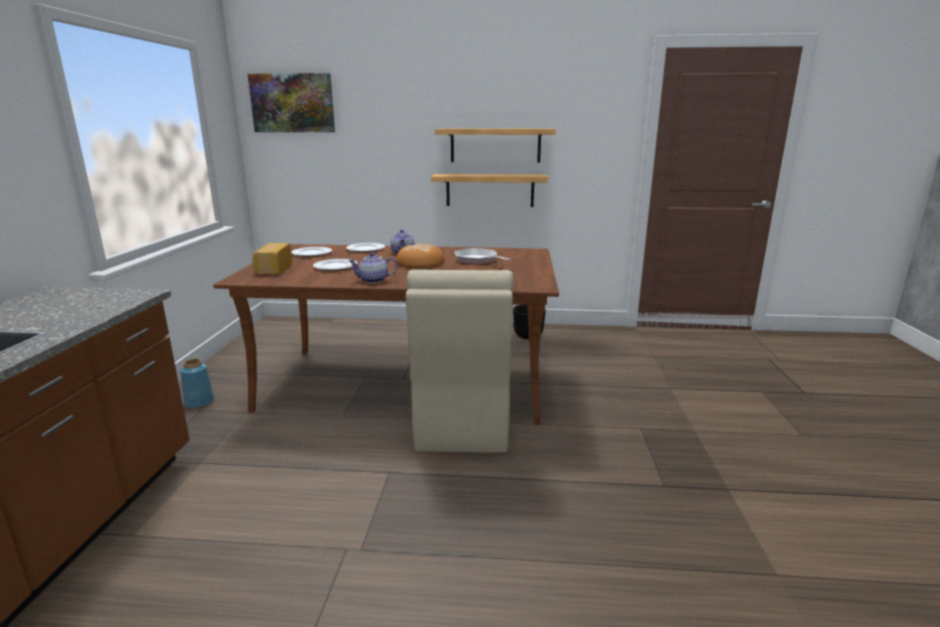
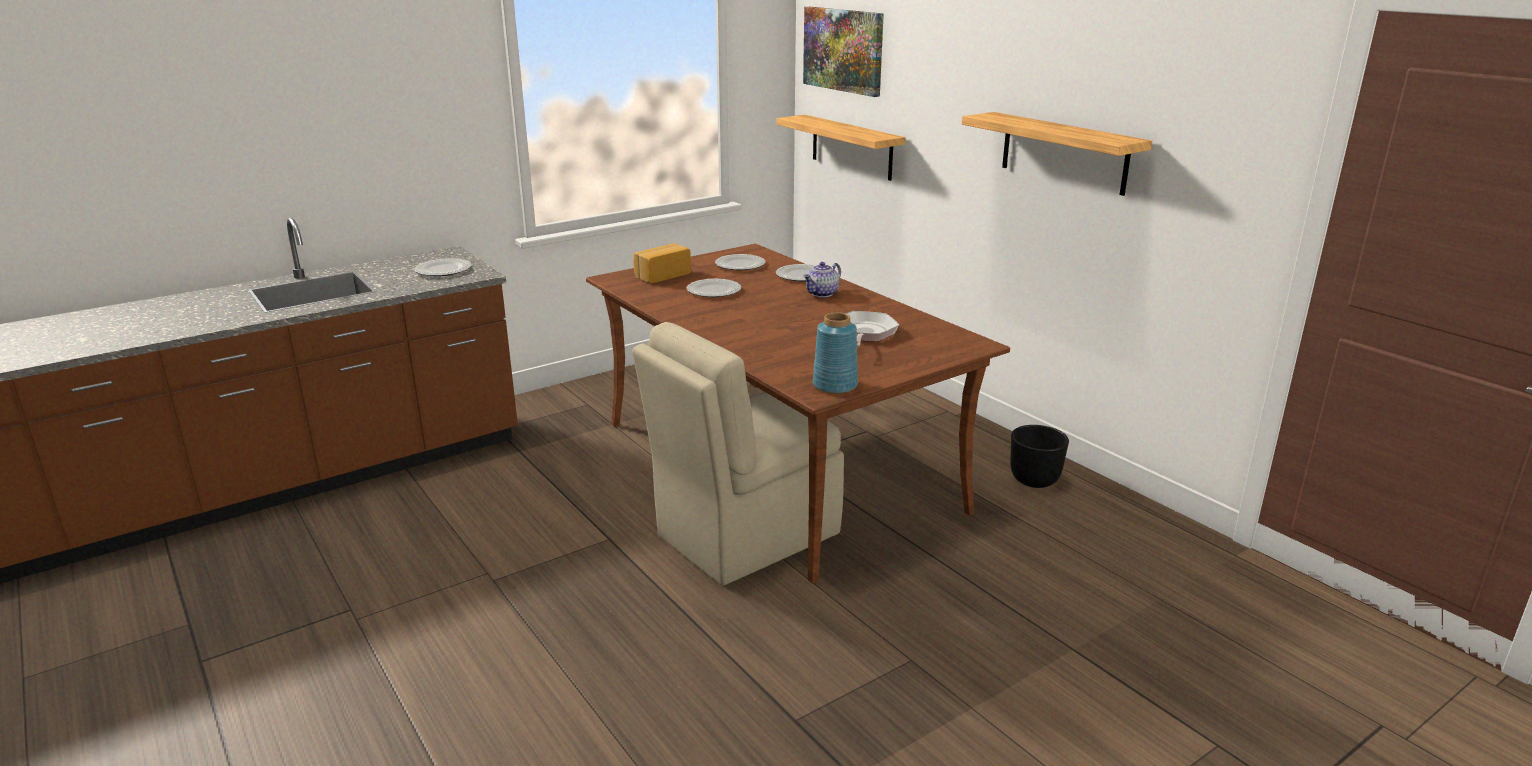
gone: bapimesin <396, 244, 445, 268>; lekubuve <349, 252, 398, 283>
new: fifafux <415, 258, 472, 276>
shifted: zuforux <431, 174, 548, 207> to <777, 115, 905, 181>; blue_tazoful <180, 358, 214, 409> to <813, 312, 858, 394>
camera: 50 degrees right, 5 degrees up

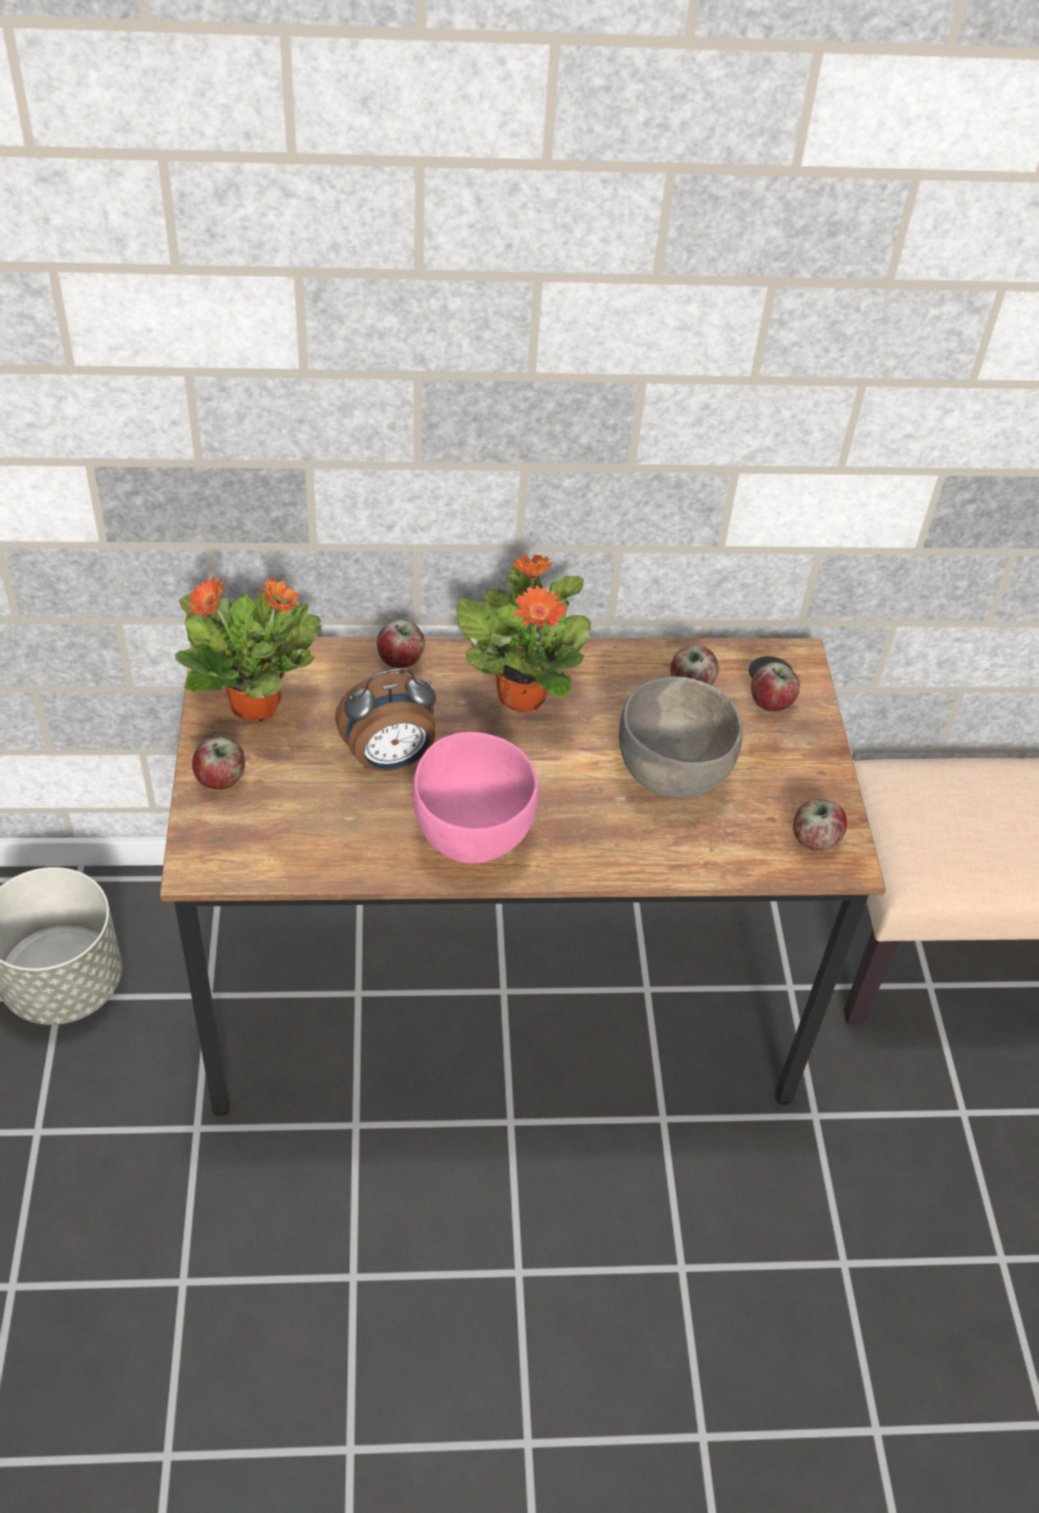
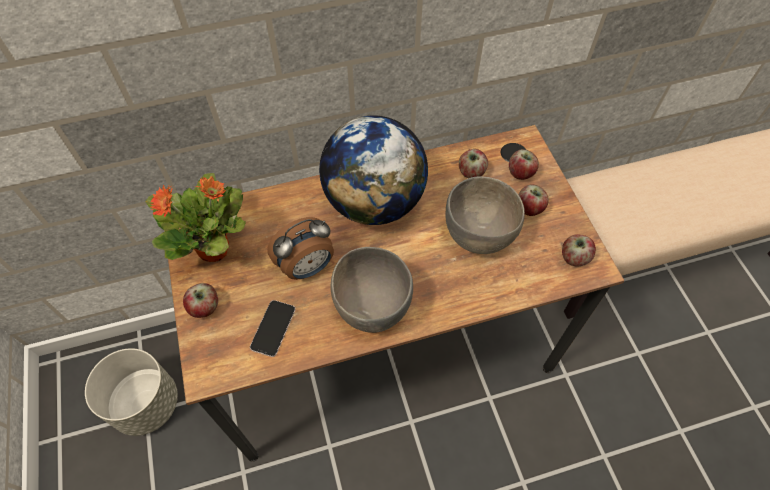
new: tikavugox <250, 300, 296, 357>
shifted: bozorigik <377, 619, 425, 668> to <519, 184, 549, 216>
swapped: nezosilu <456, 555, 591, 712> to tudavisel <319, 115, 428, 225>
repainted: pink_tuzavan <412, 732, 539, 864> to grey_tuzavan <331, 247, 413, 333>
camera: 10 degrees left, 10 degrees up

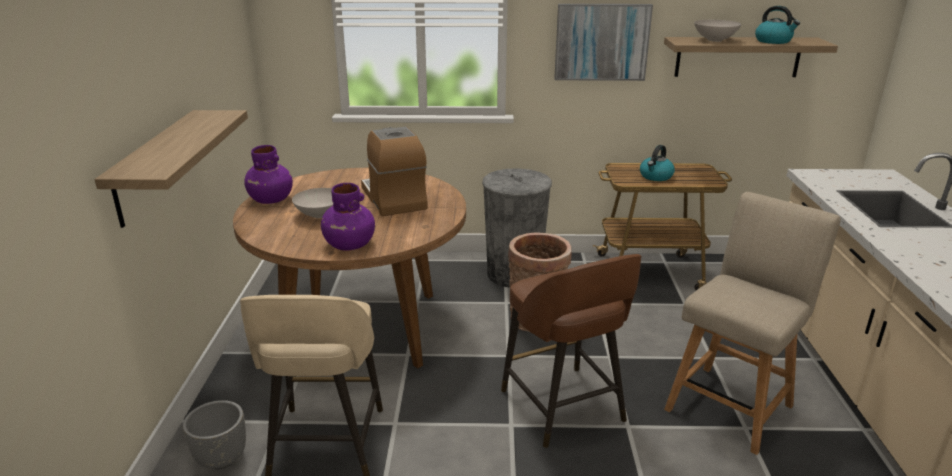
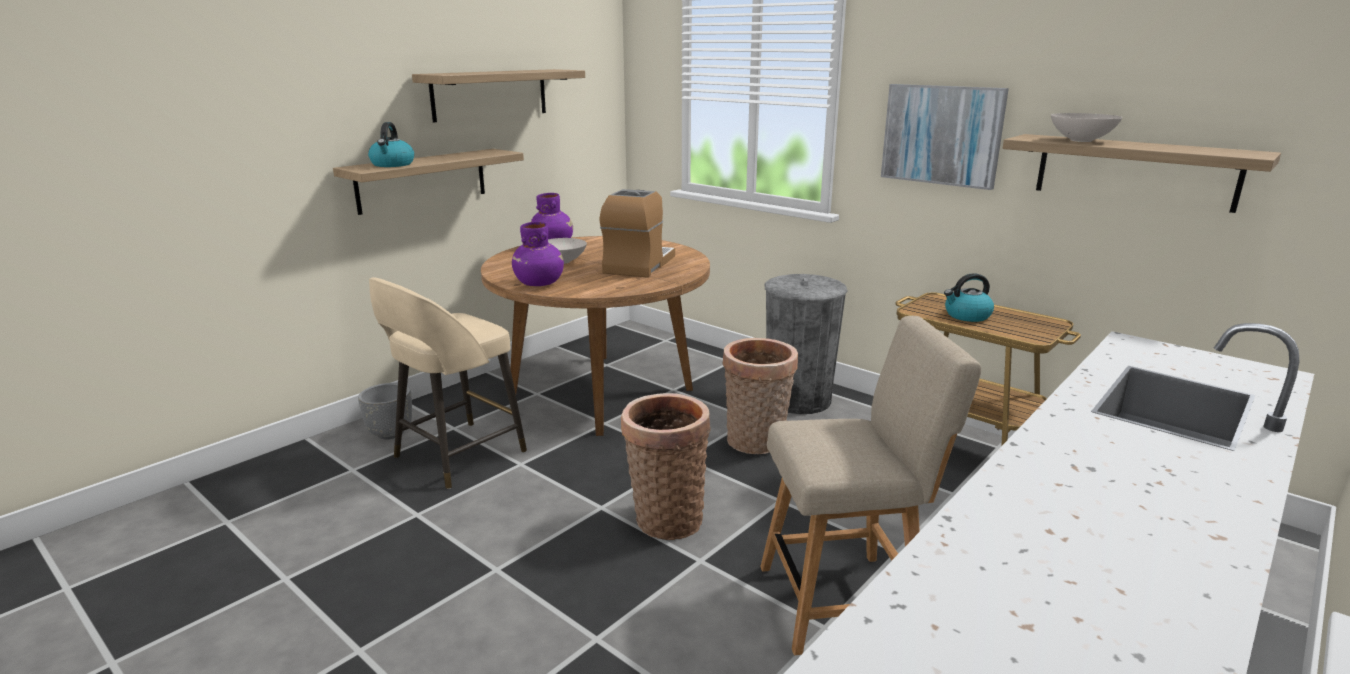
new: zuforux <412, 69, 585, 123>
shifted: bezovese <755, 6, 800, 44> to <368, 122, 414, 167>
swapped: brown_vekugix <501, 254, 642, 448> to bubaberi <621, 393, 711, 540>
camera: 40 degrees right, 5 degrees down

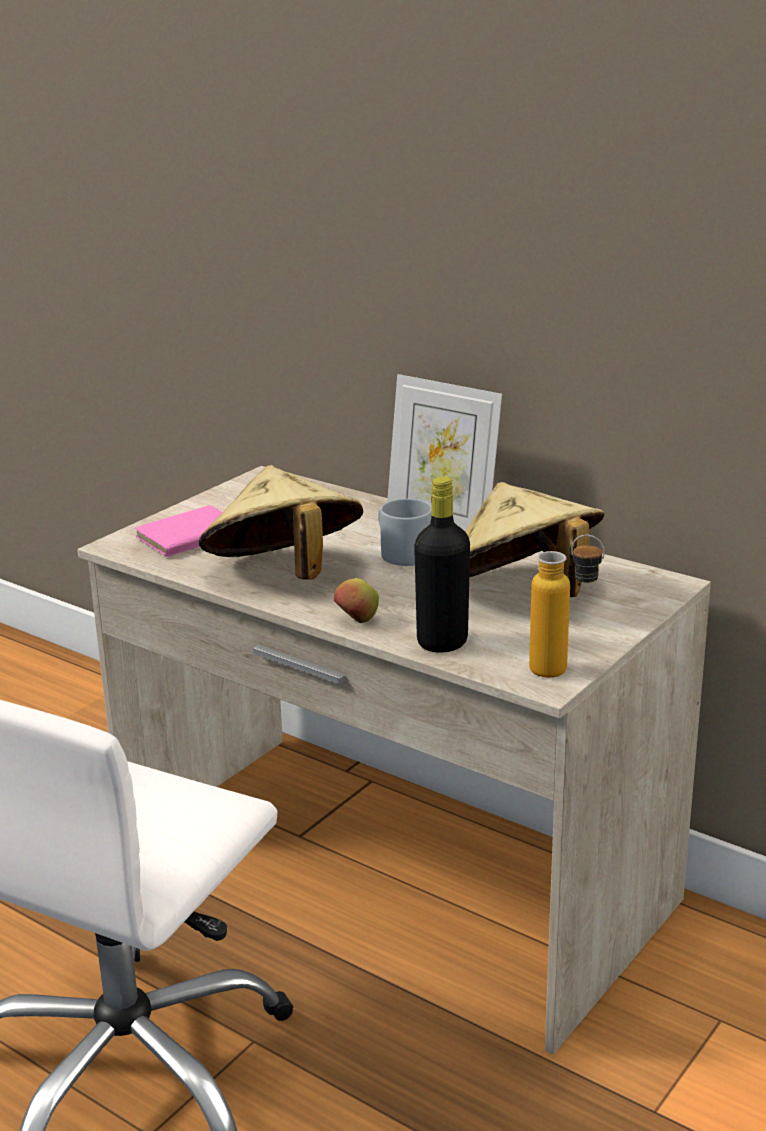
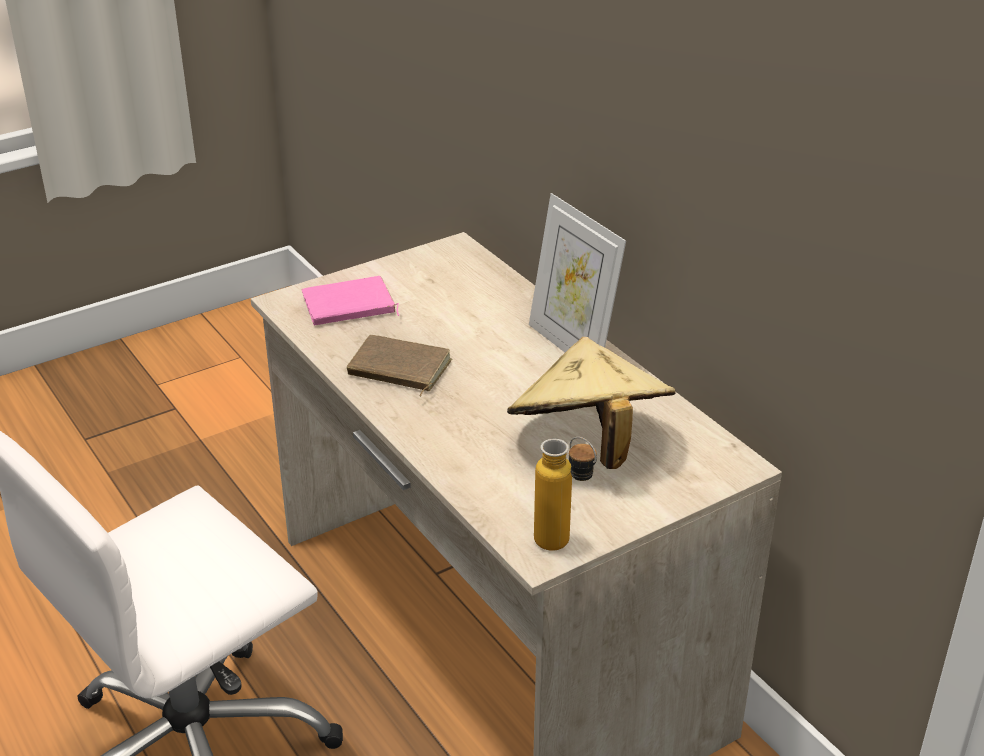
gone: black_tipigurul <414, 476, 470, 653>; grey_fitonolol <378, 499, 432, 566>; bozorigik <334, 578, 379, 623>
swapped: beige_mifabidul <199, 465, 363, 580> to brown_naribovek <347, 335, 452, 396>
camera: 20 degrees right, 10 degrees up

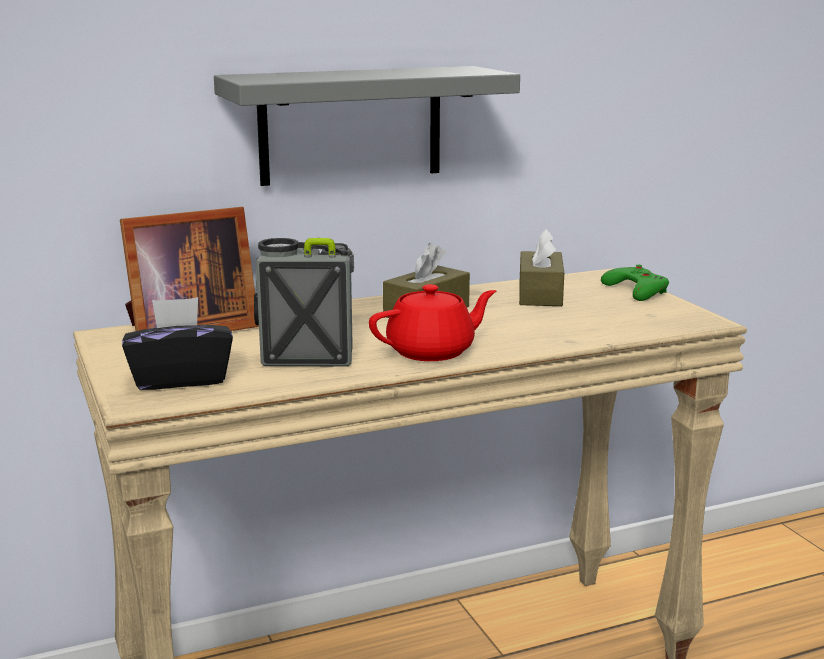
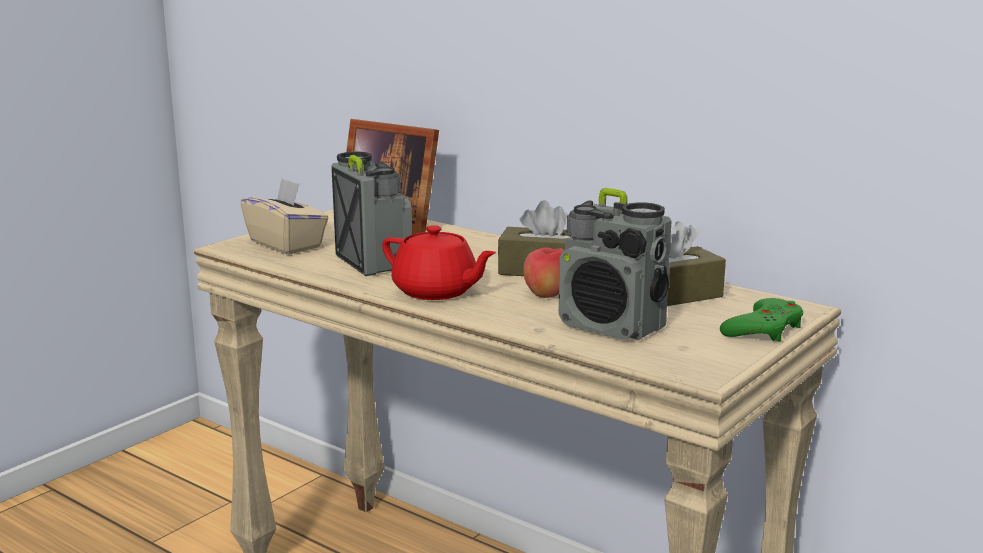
gone: grey_zuforux <214, 66, 520, 186>
new: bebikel <558, 188, 671, 340>; bozorigik <523, 248, 564, 298>
repainted: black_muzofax <122, 297, 233, 390> to beige_muzofax <240, 178, 328, 255>
camera: 60 degrees right, 0 degrees up

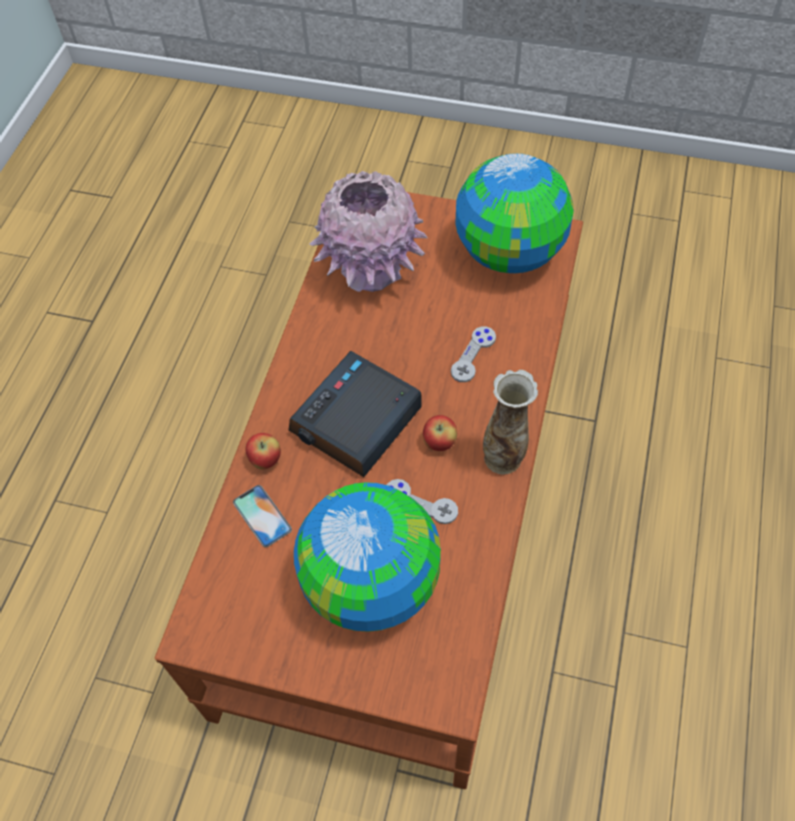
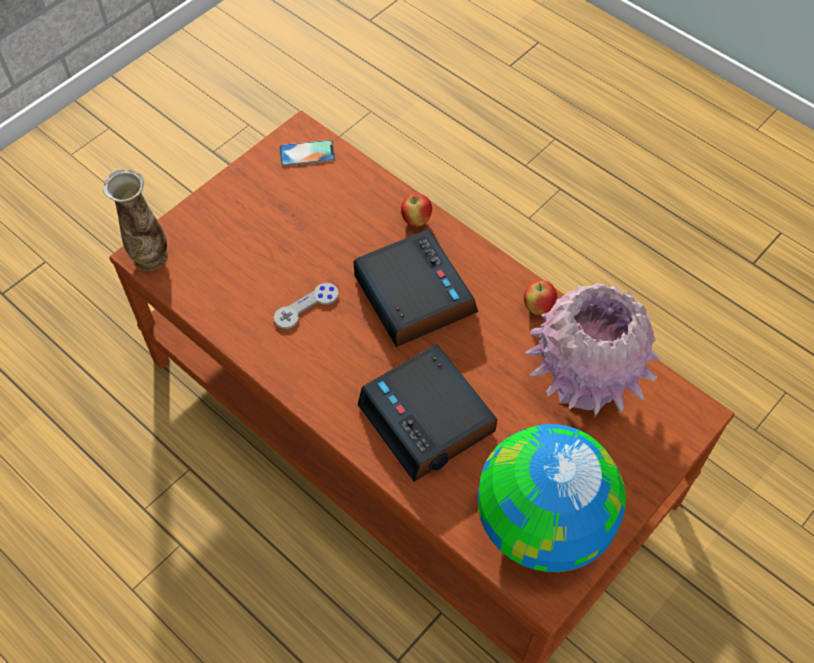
gone: tudavisel <294, 482, 441, 632>
shifted: tazoful <483, 370, 538, 475> to <103, 169, 168, 271>; bozorigik <423, 415, 457, 451> to <524, 280, 557, 315>; tikavugox <233, 485, 292, 547> to <279, 140, 335, 166>
swapped: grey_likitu <451, 327, 496, 382> to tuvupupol <358, 344, 498, 482>
camera: 115 degrees right, 0 degrees up

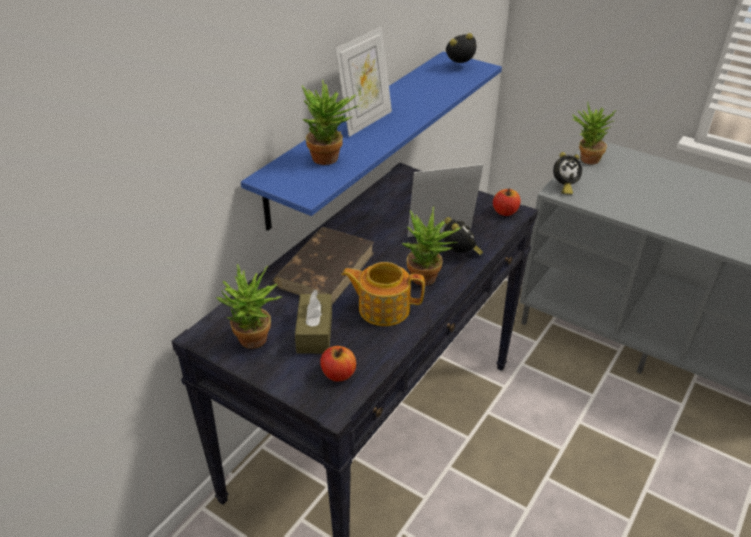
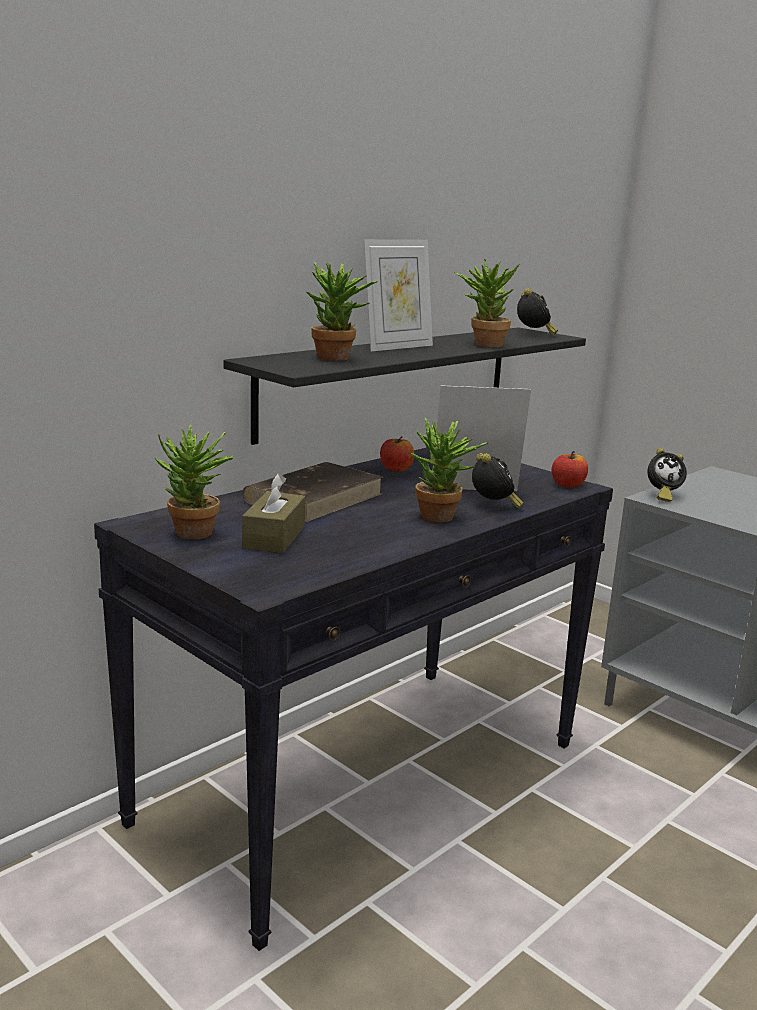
gone: lekubuve <341, 262, 425, 326>
shifted: nezosilu <572, 102, 616, 165> to <454, 258, 519, 347>; bozorigik <320, 346, 356, 381> to <380, 436, 414, 471>
repainted: blue_zuforux <241, 51, 502, 231> to black_zuforux <224, 327, 586, 445>
rotated: tuvupupol <446, 33, 476, 63> = <517, 288, 558, 335> 90 degrees clockwise
camera: 10 degrees right, 20 degrees down

